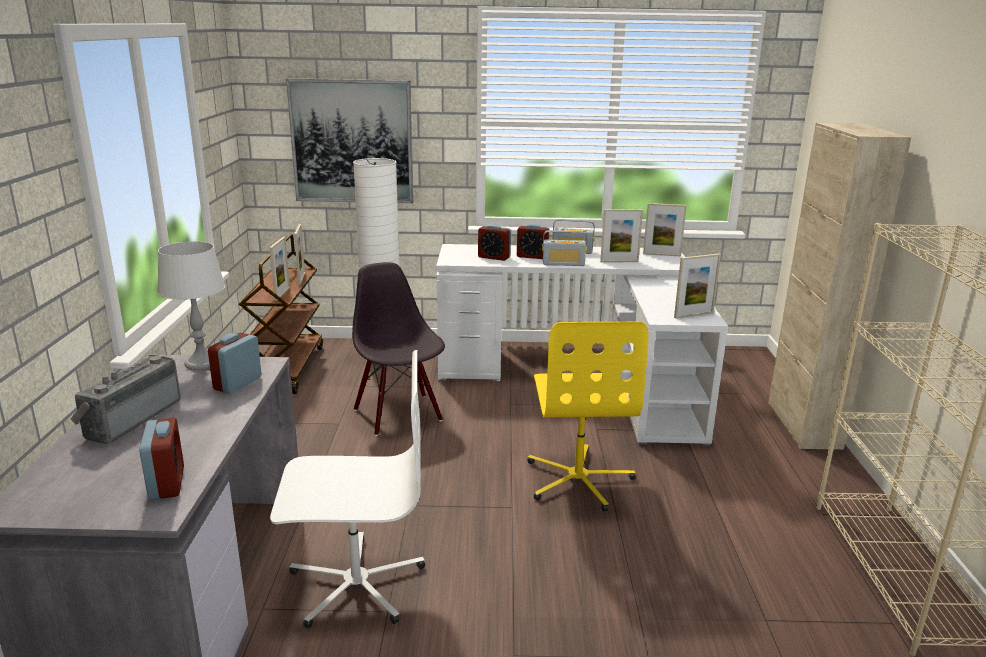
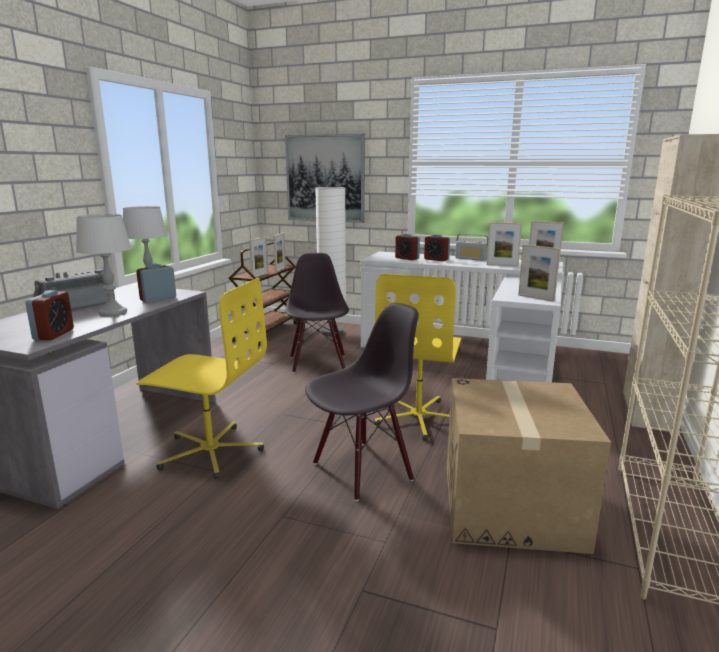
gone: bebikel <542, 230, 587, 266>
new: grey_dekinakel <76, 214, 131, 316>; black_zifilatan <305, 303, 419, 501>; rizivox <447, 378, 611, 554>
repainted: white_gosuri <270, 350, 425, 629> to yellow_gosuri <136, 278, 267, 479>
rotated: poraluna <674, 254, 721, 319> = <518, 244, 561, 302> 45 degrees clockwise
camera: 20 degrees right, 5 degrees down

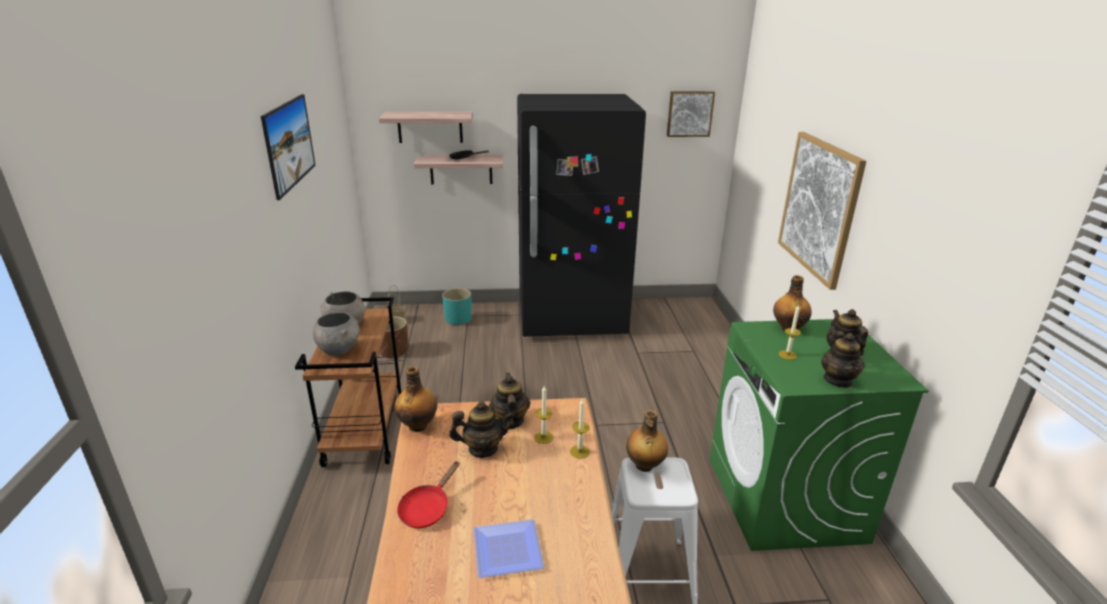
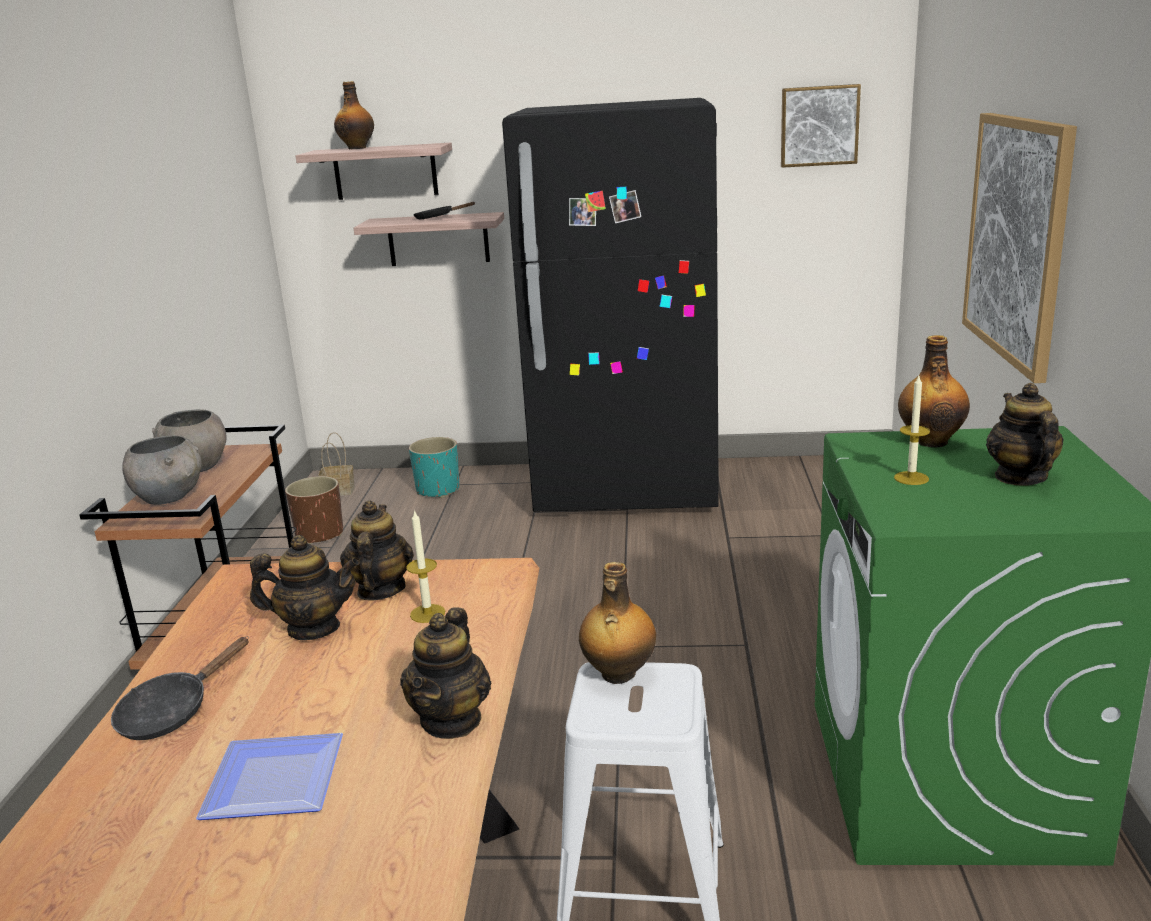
gone: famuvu <261, 94, 316, 200>; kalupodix <570, 399, 590, 459>
shifted: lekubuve <821, 331, 865, 388> to <400, 607, 491, 739>; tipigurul <395, 366, 437, 432> to <334, 81, 374, 149>
repainted: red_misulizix <397, 461, 460, 528> to black_misulizix <111, 636, 249, 740>
camera: 10 degrees right, 5 degrees down

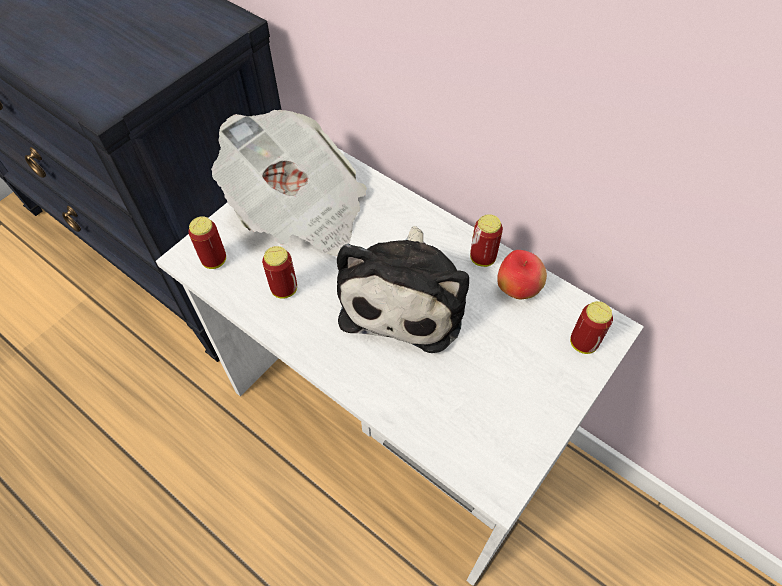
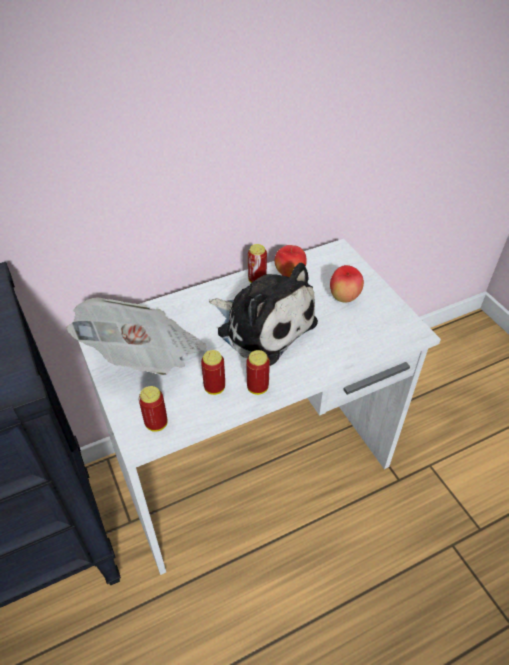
new: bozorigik <330, 265, 364, 303>
shifted: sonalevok <570, 301, 613, 354> to <246, 350, 270, 395>
camera: 65 degrees left, 10 degrees down

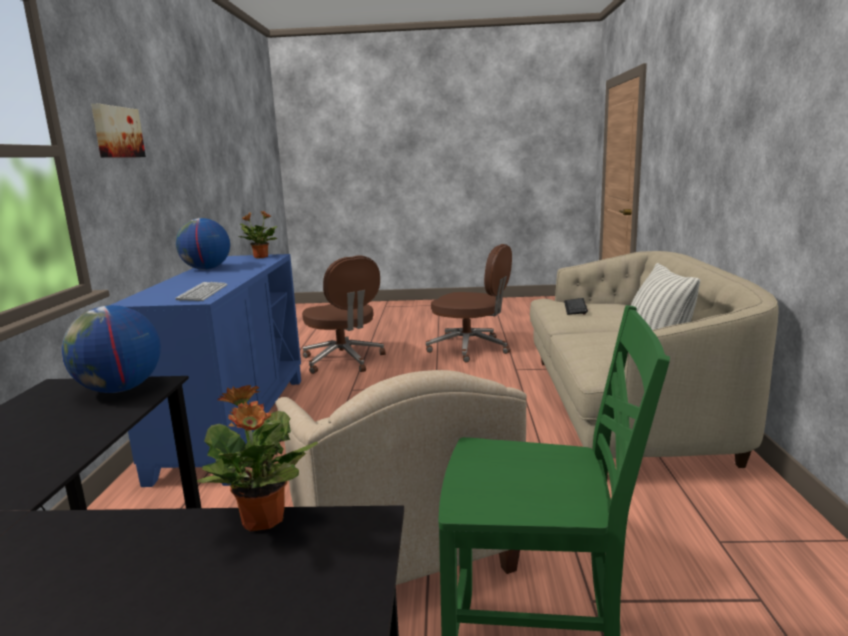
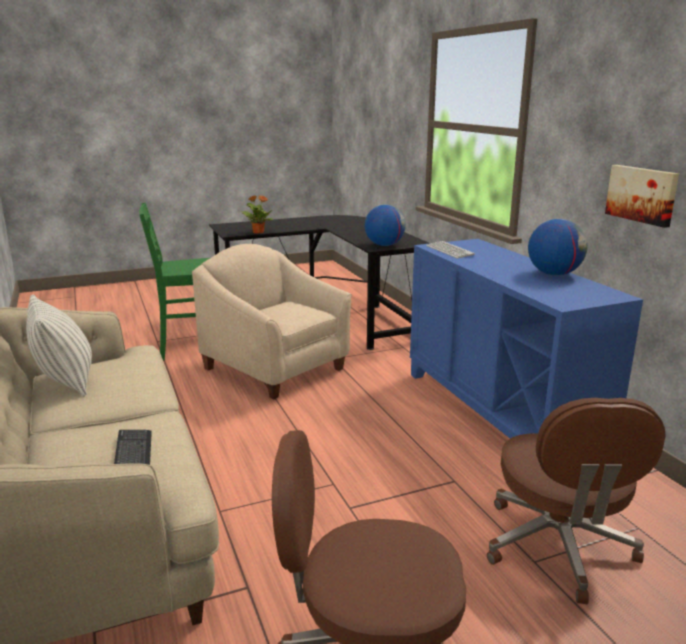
gone: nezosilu <238, 211, 277, 259>
shifted: famuvu <91, 104, 146, 158> to <605, 165, 679, 228>
rotated: brown_gosuri <302, 256, 385, 374> = <487, 398, 666, 605> 120 degrees counterclockwise
camera: 155 degrees right, 5 degrees up

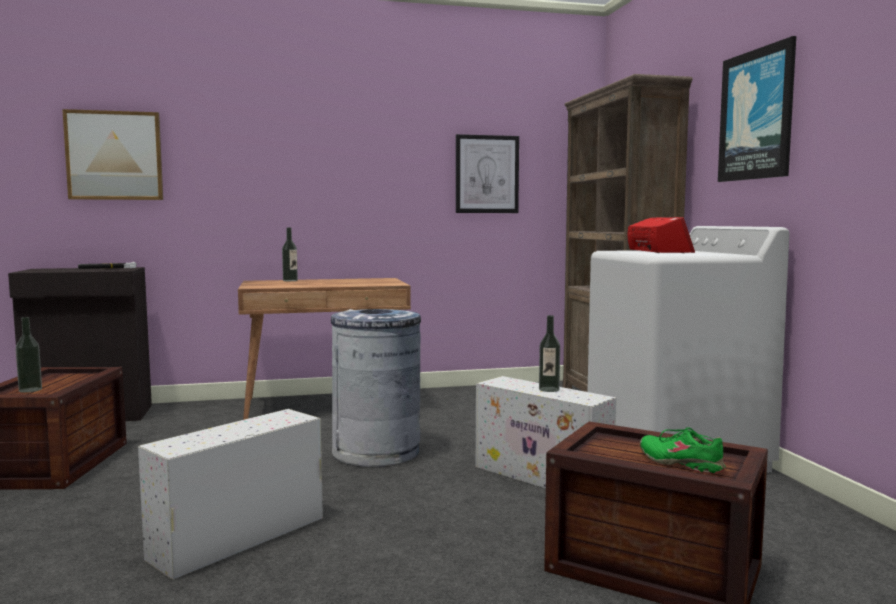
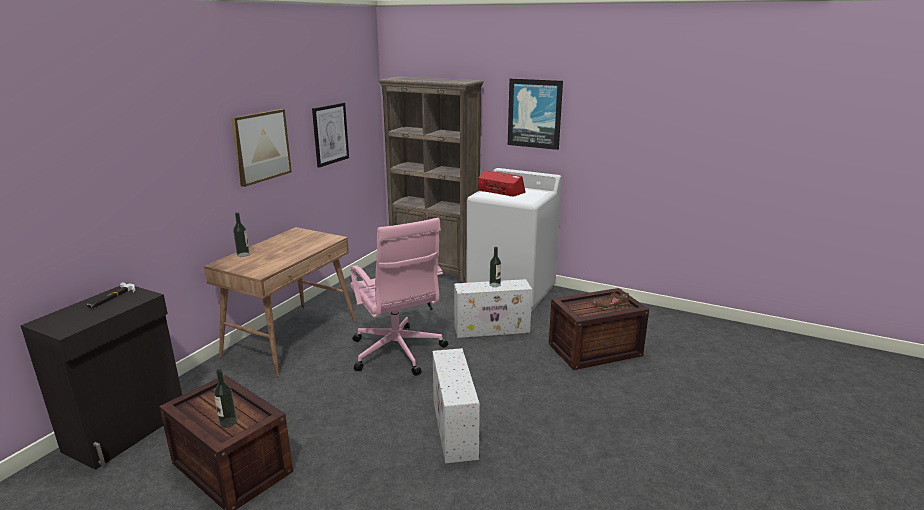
shifted: famuvu <62, 109, 163, 200> to <231, 109, 292, 187>
swapped: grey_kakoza <331, 309, 421, 467> to pink_gosuri <350, 218, 448, 376>
repainted: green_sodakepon <640, 427, 726, 474> to brown_sodakepon <592, 292, 630, 310>
camera: 50 degrees left, 15 degrees up

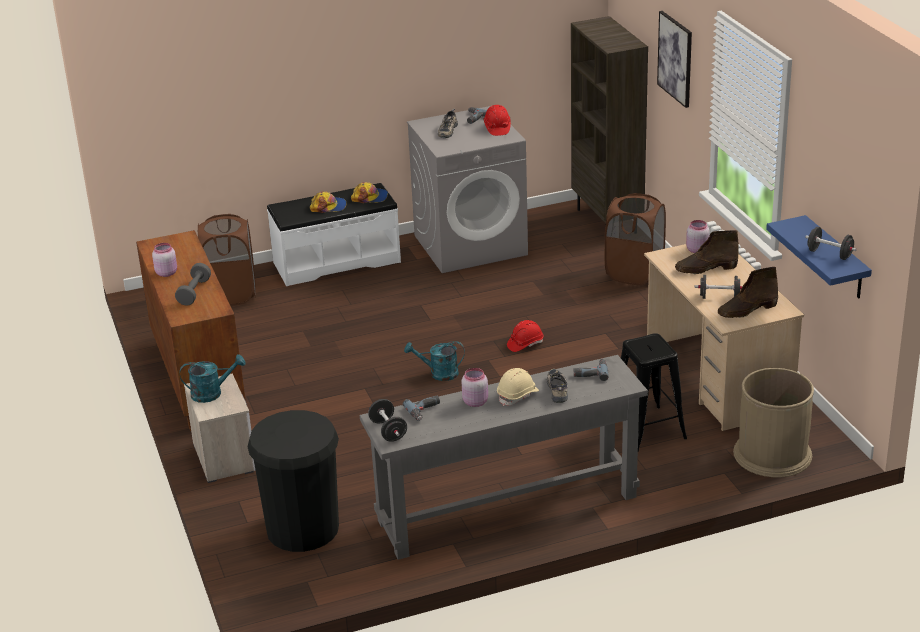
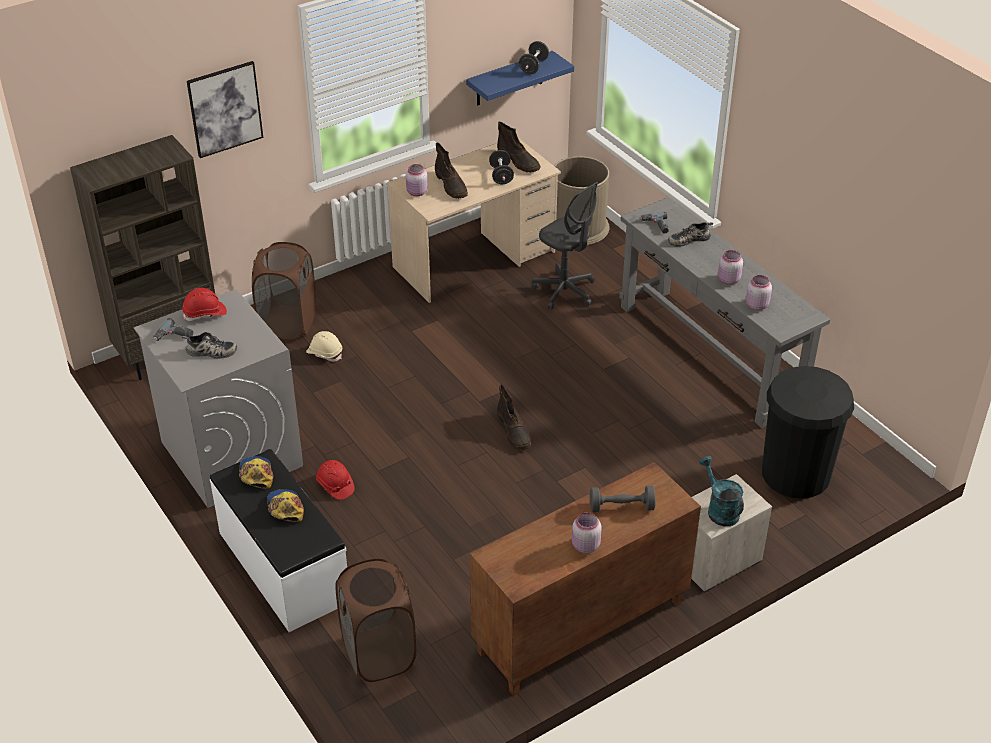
gone: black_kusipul <368, 399, 407, 442>
shifted: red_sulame <507, 320, 544, 352> to <316, 460, 355, 500>; beige_sulame <497, 368, 539, 406> to <306, 331, 342, 362>
swapped: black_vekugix <621, 333, 687, 452> to grey_gosuri <532, 182, 598, 310>; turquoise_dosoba <404, 341, 465, 381> to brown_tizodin <497, 384, 531, 450>; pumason <403, 396, 440, 421> to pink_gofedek <746, 275, 772, 310>
camera: 105 degrees left, 10 degrees up

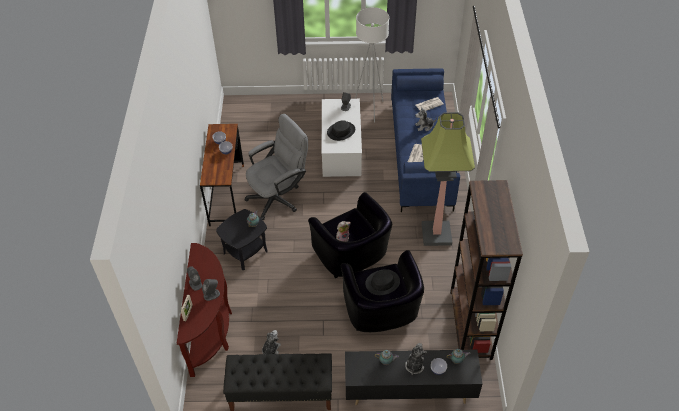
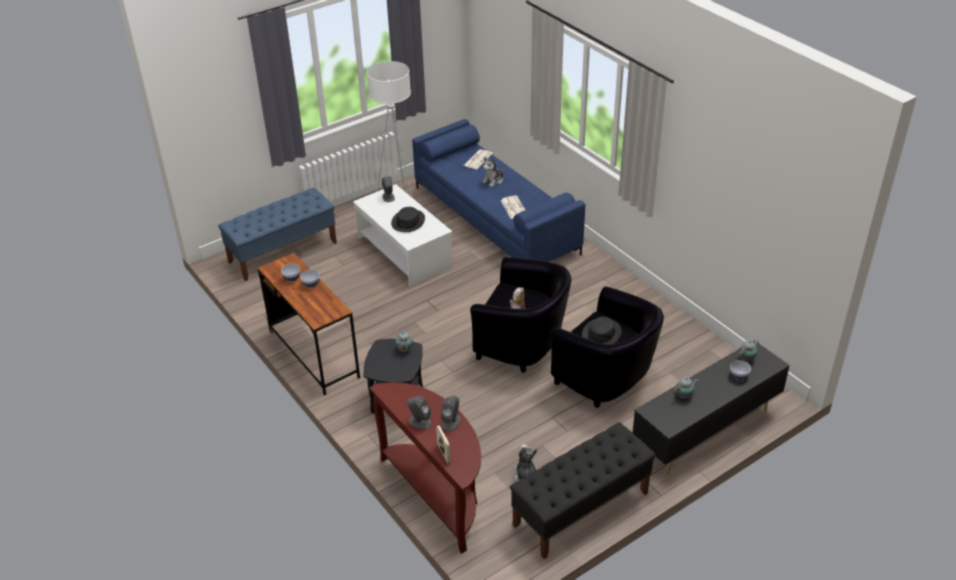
gone: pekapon <421, 112, 475, 246>; grey_gosuri <245, 114, 308, 220>; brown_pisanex <450, 180, 523, 360>; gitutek <405, 343, 427, 375>
new: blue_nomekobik <218, 188, 337, 281>
camera: 35 degrees left, 10 degrees down

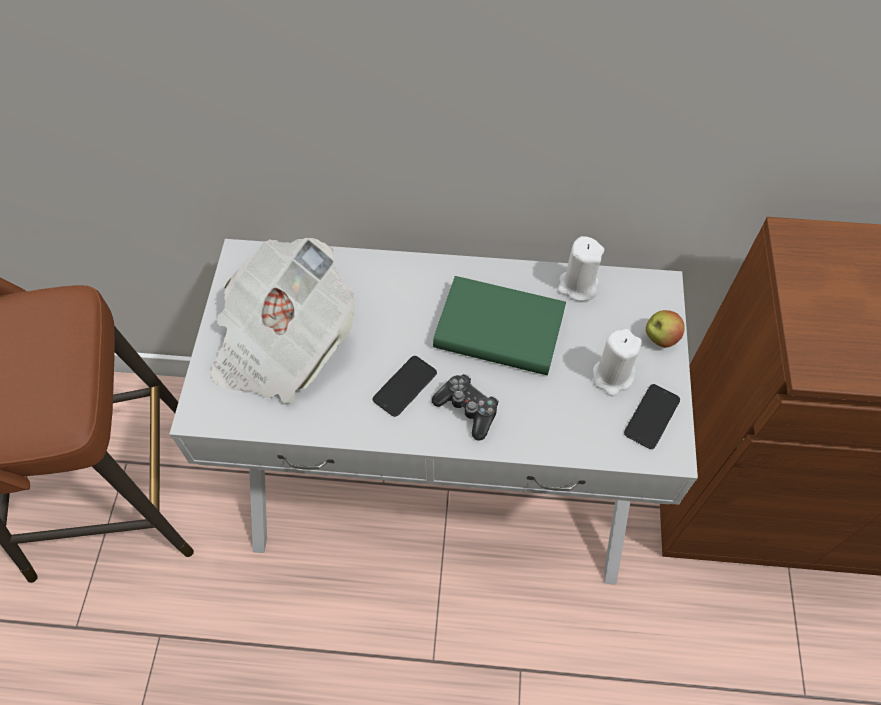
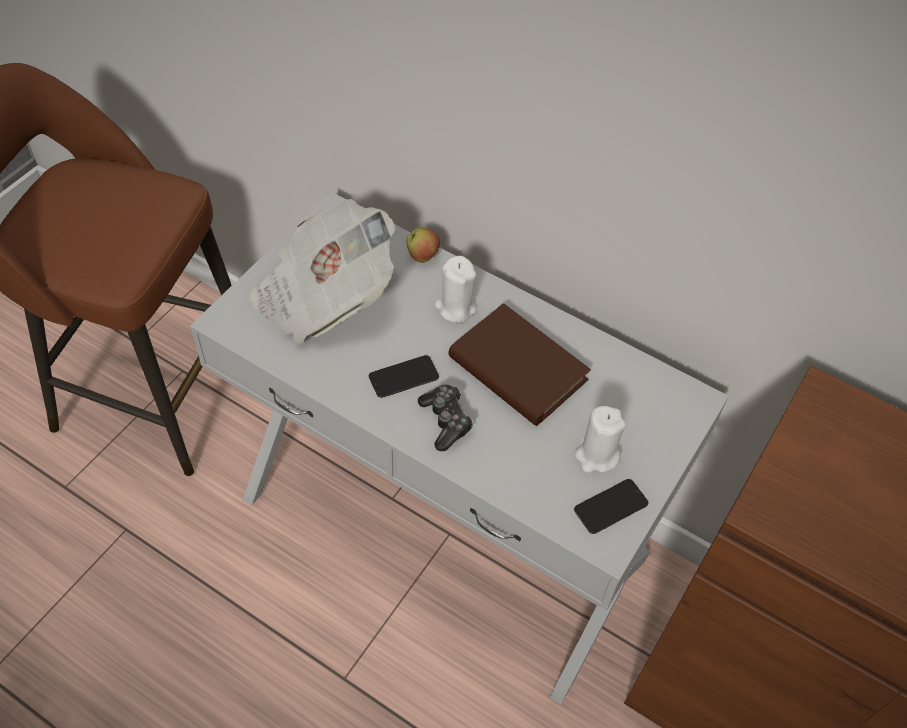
shifted: white_kalupodix <558, 236, 604, 301> to <434, 256, 477, 323>; bozorigik <646, 310, 685, 348> to <407, 228, 440, 263>
repainted: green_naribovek <433, 276, 566, 375> to brown_naribovek <448, 303, 591, 426>
camera: 25 degrees right, 5 degrees down

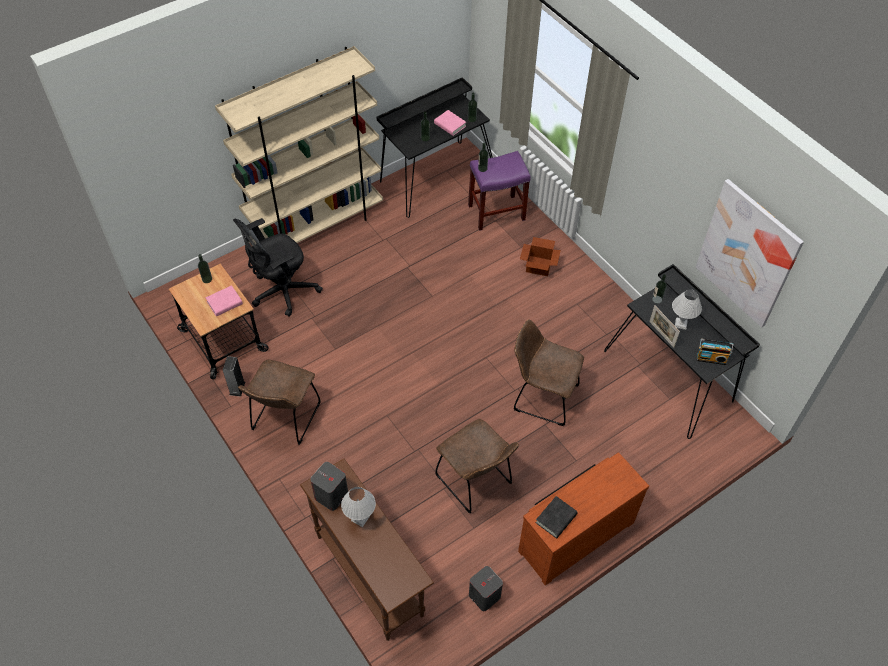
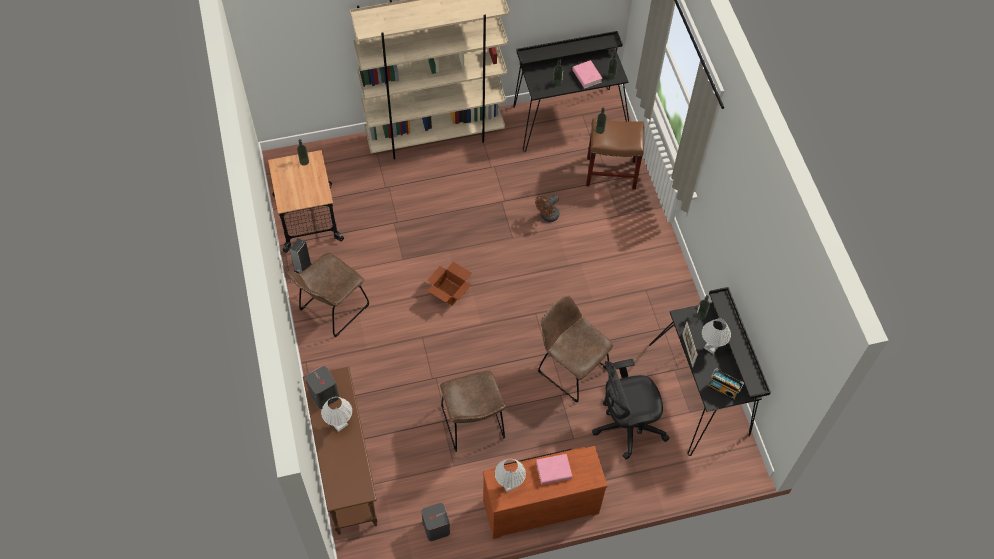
gone: famuvu <696, 179, 804, 327>
new: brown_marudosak <535, 195, 560, 222>
shifted: black_gosuri <233, 218, 323, 316> to <592, 359, 670, 459>; rizivox <520, 237, 561, 276> to <427, 262, 472, 306>; pink_naribovek <206, 285, 243, 317> to <536, 454, 572, 485>
swapped: black_naribovek <536, 496, 578, 538> to white_dekinakel <495, 459, 526, 492>
repainted: purple_vekugix <468, 151, 531, 231> to brown_vekugix <586, 118, 644, 190>
camera: 20 degrees right, 5 degrees up

